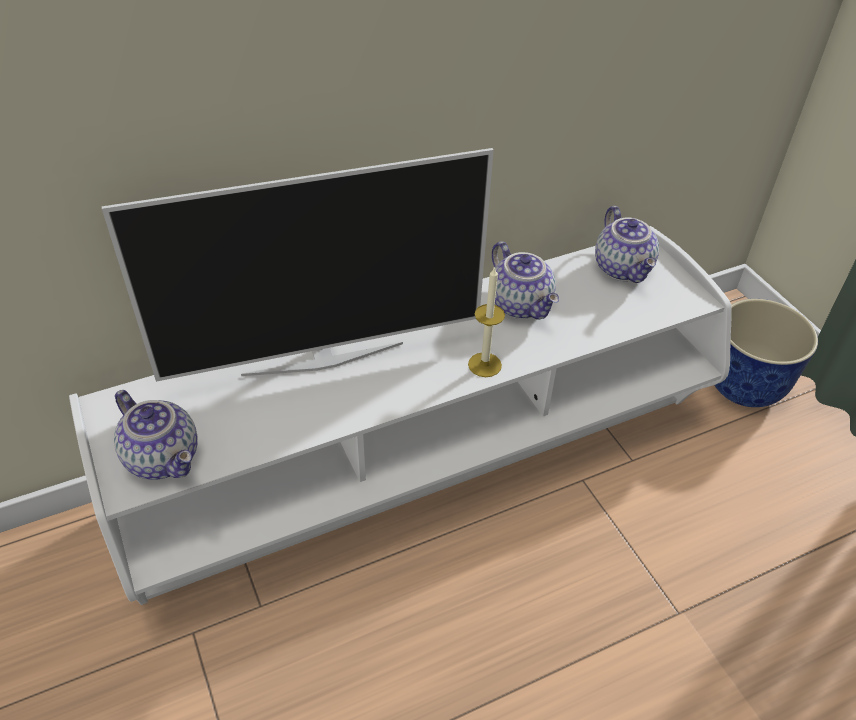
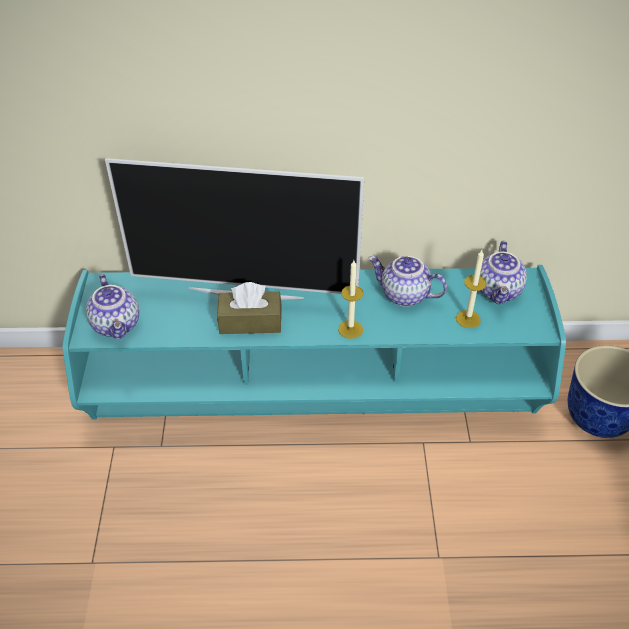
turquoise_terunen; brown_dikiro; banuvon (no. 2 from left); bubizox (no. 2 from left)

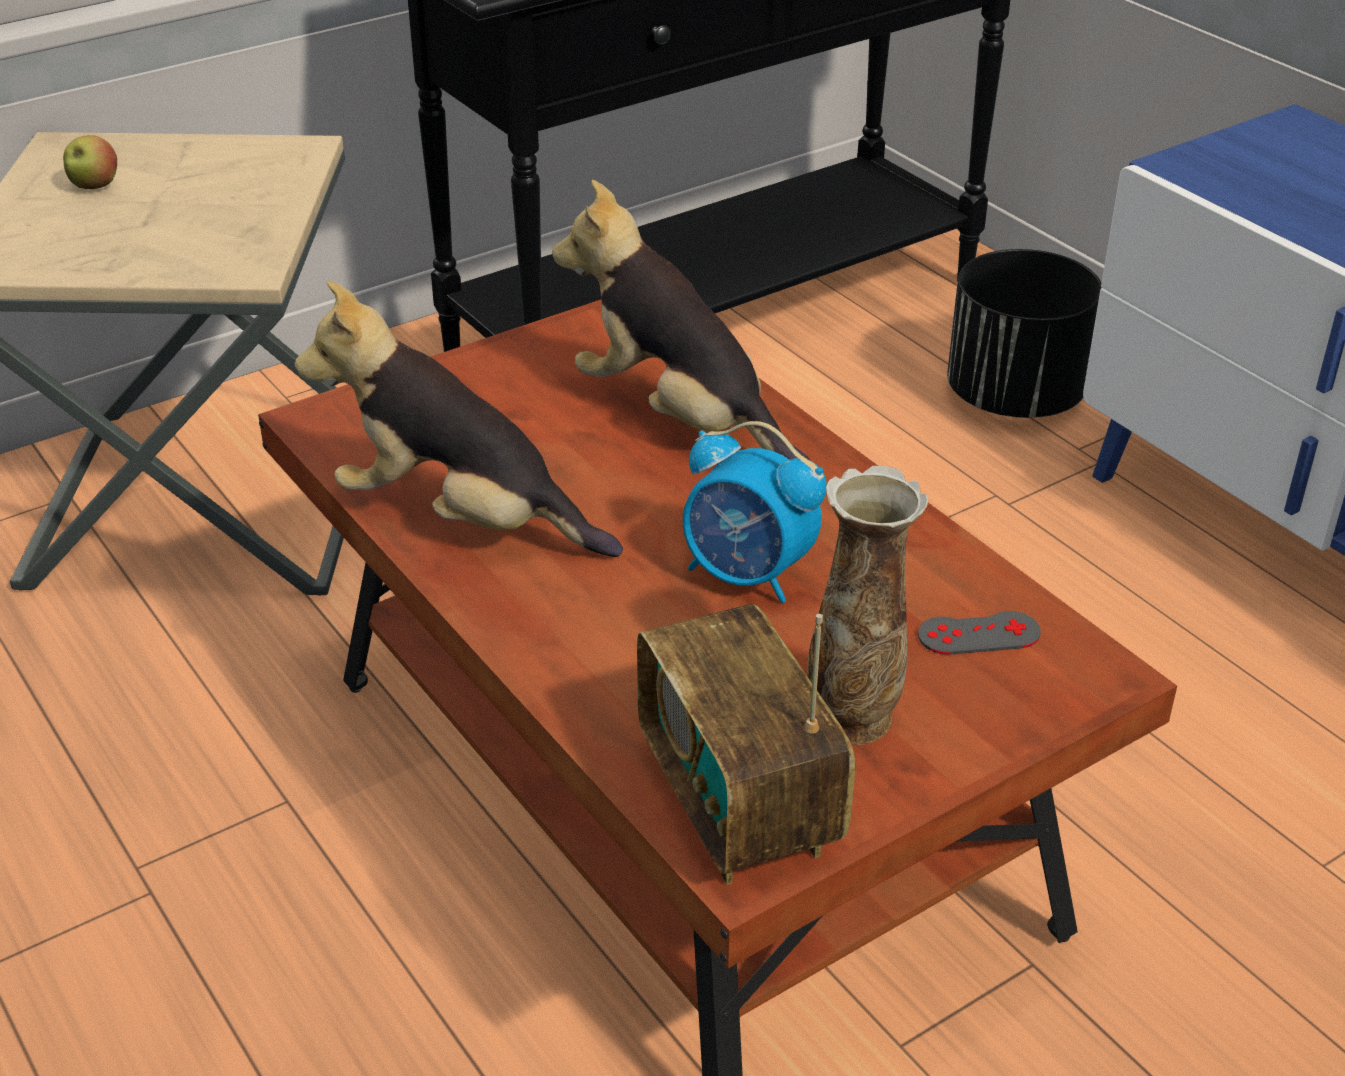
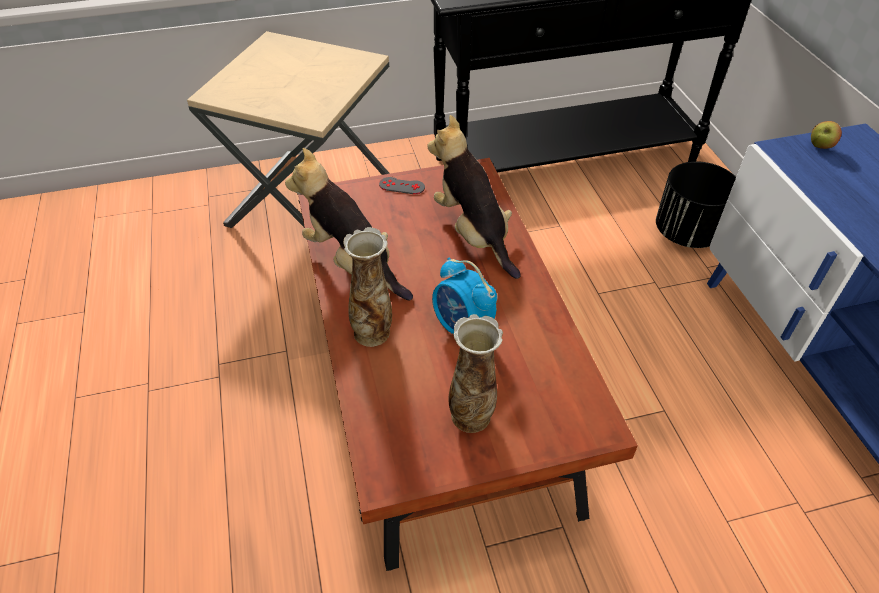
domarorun (no. 1 from left); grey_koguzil; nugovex; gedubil

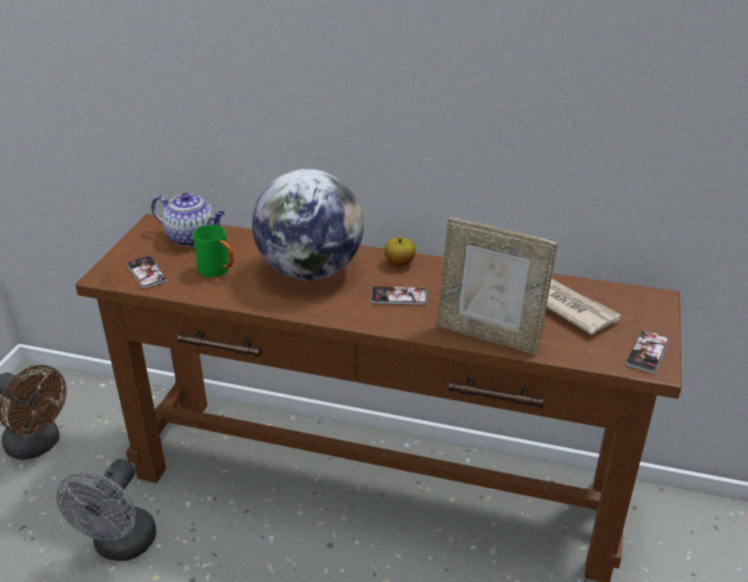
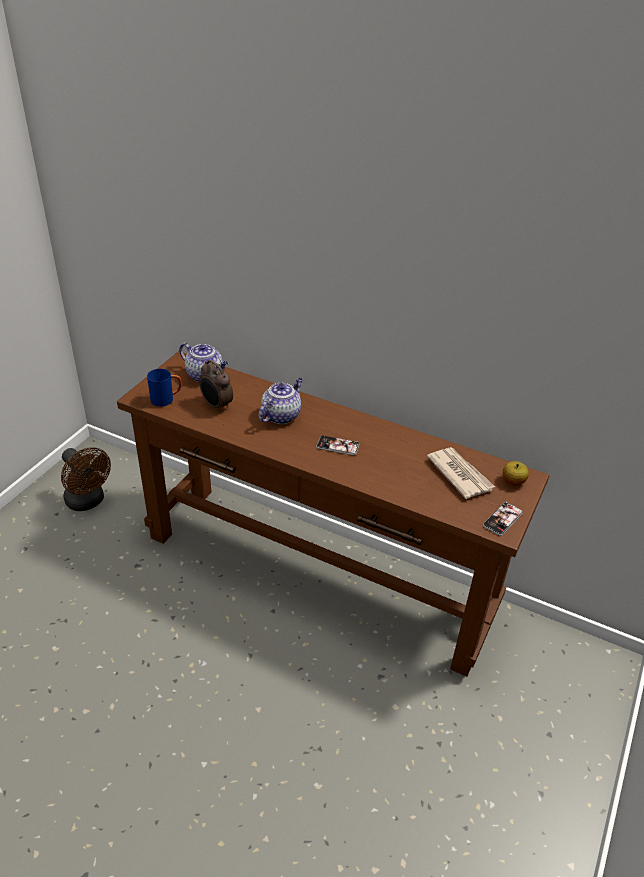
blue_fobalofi; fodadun; banuvon (no. 2 from left); nugovex; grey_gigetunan; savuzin

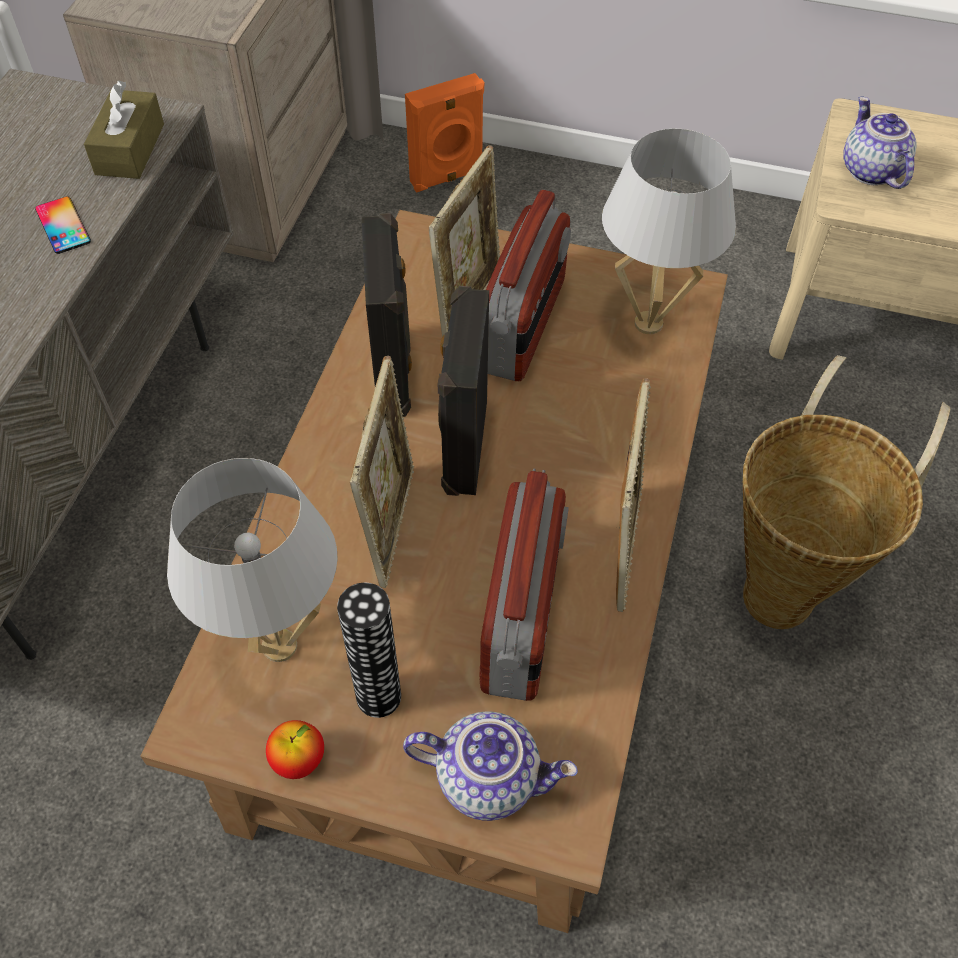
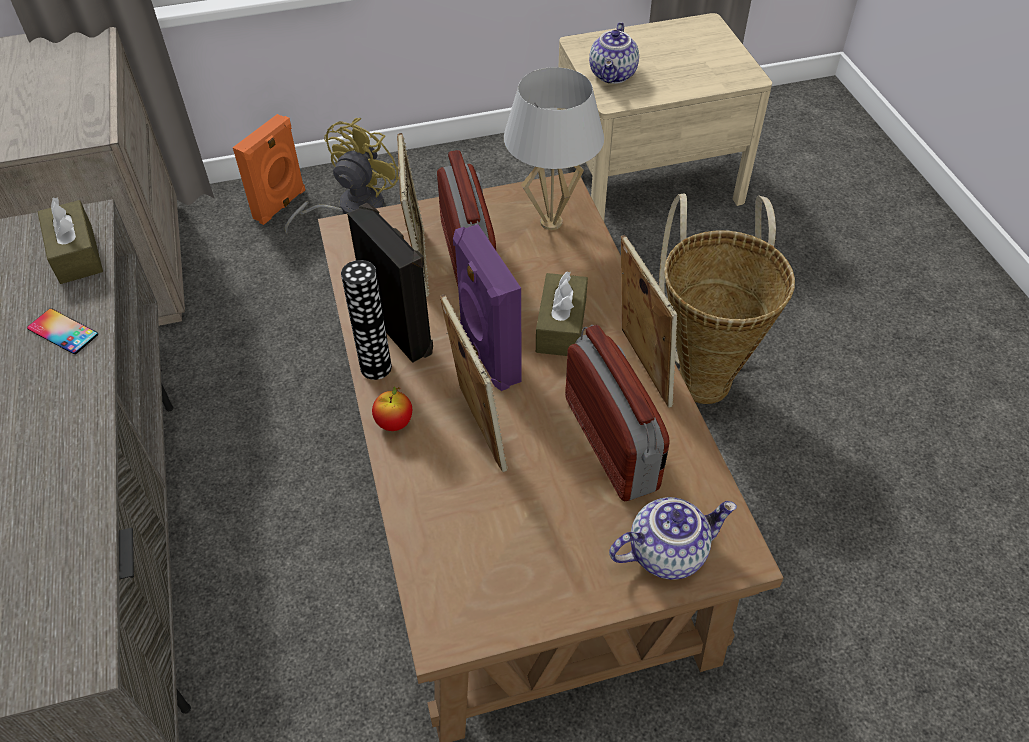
yellow_gigetunan; domarorun; nugovex; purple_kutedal; brown_dikiro (no. 2 from left); banuvon (no. 1 from left); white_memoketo (no. 1 from left in the first image)

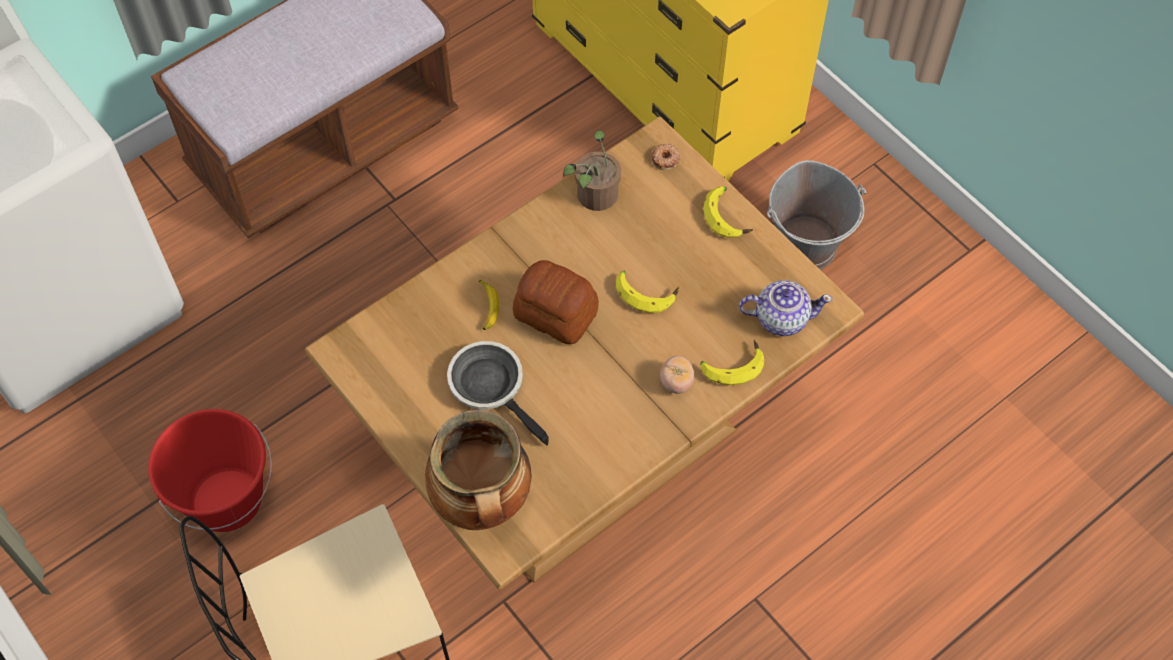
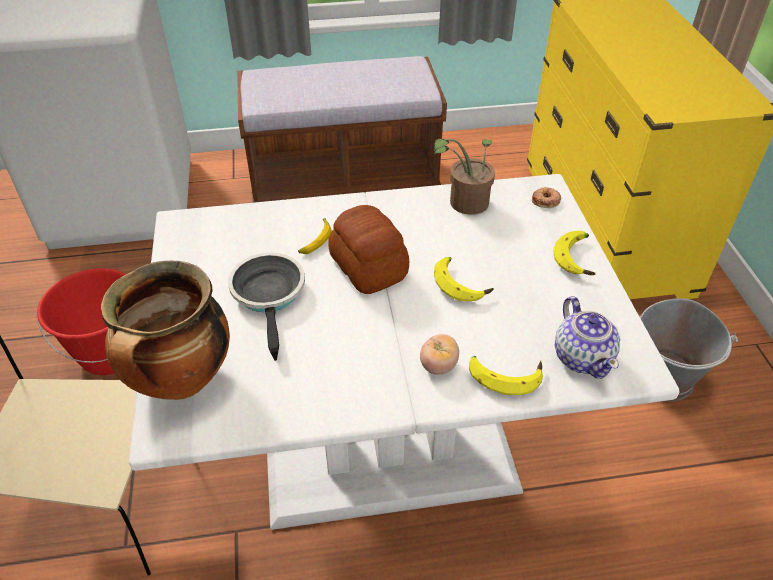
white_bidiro; banuvon

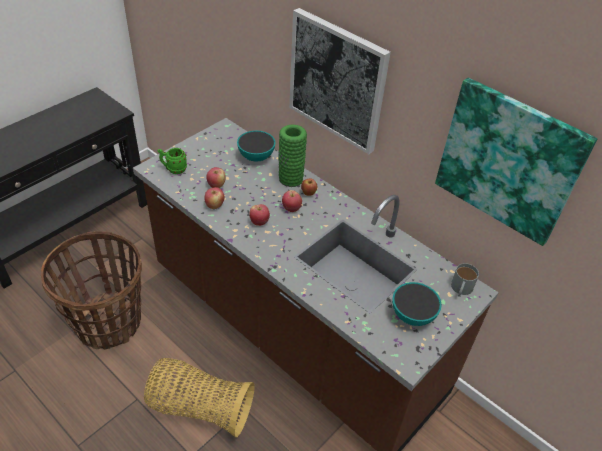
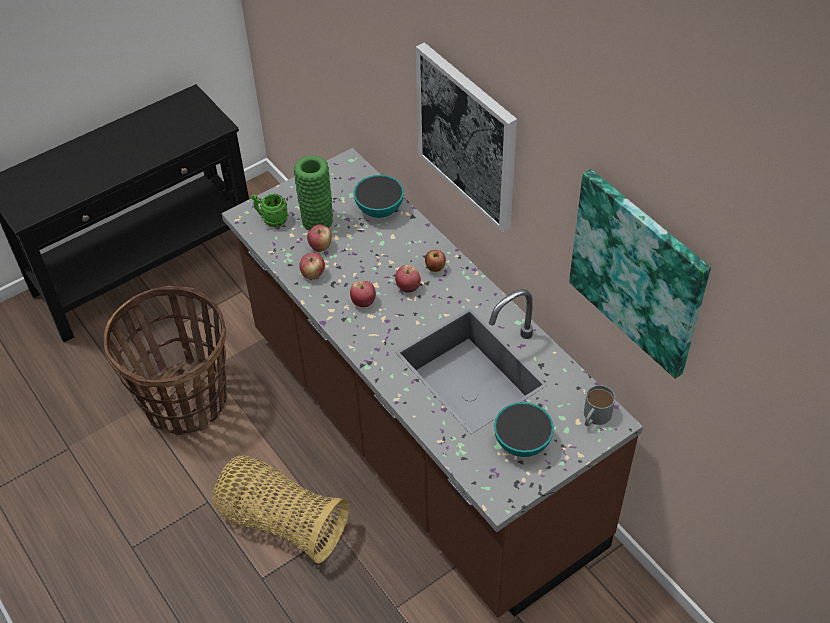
green_domarorun

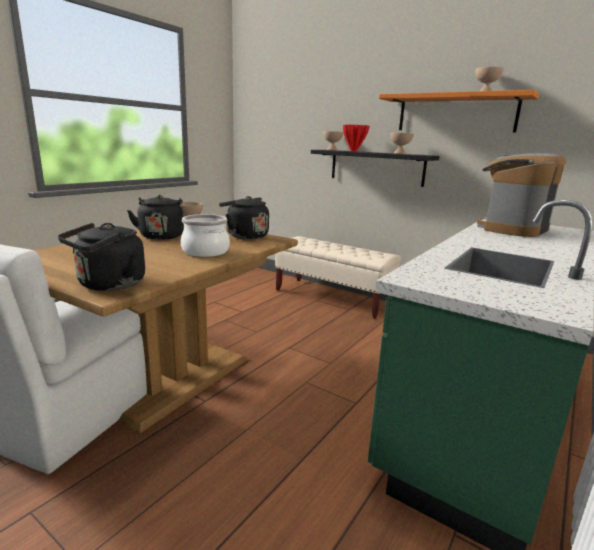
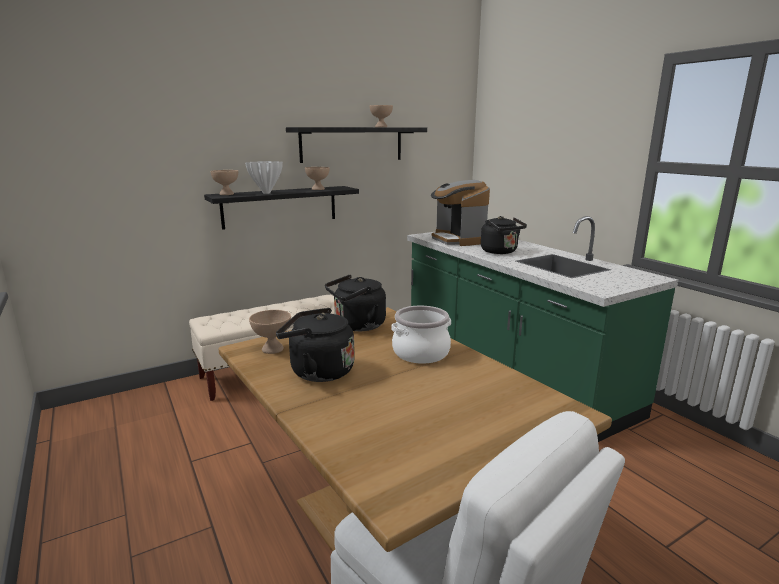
white_domarorun; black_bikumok (no. 2 from left); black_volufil (no. 3 from left)

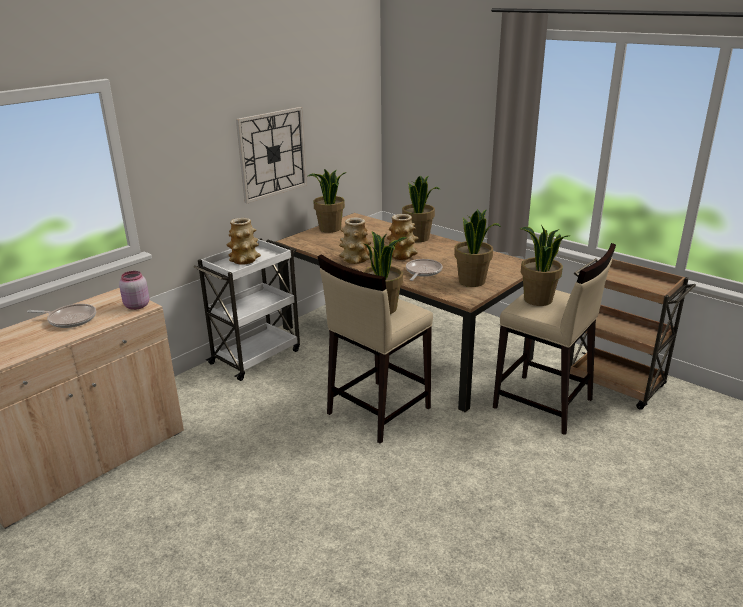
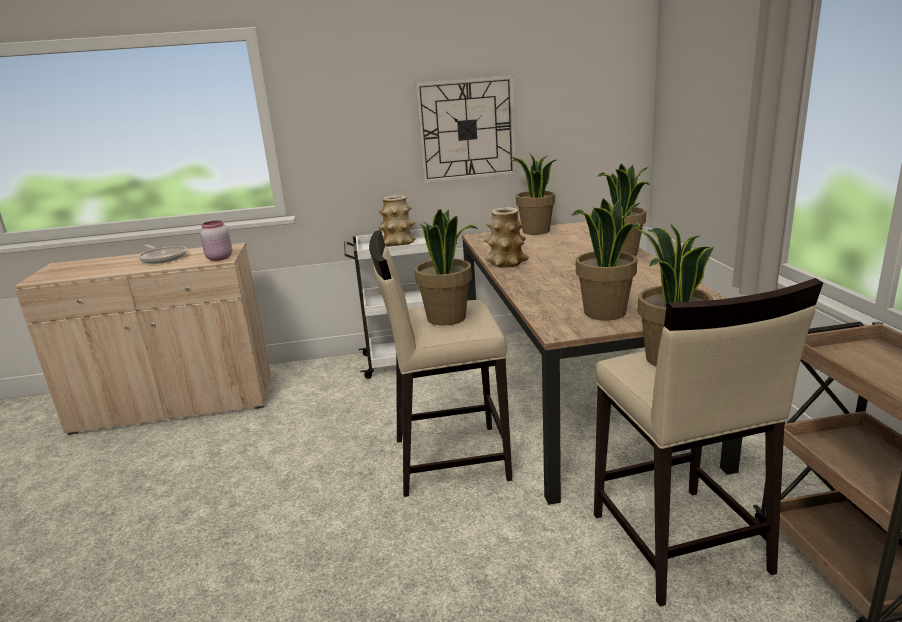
domarorun (no. 3 from left in the first image); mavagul (no. 2 from left in the first image)

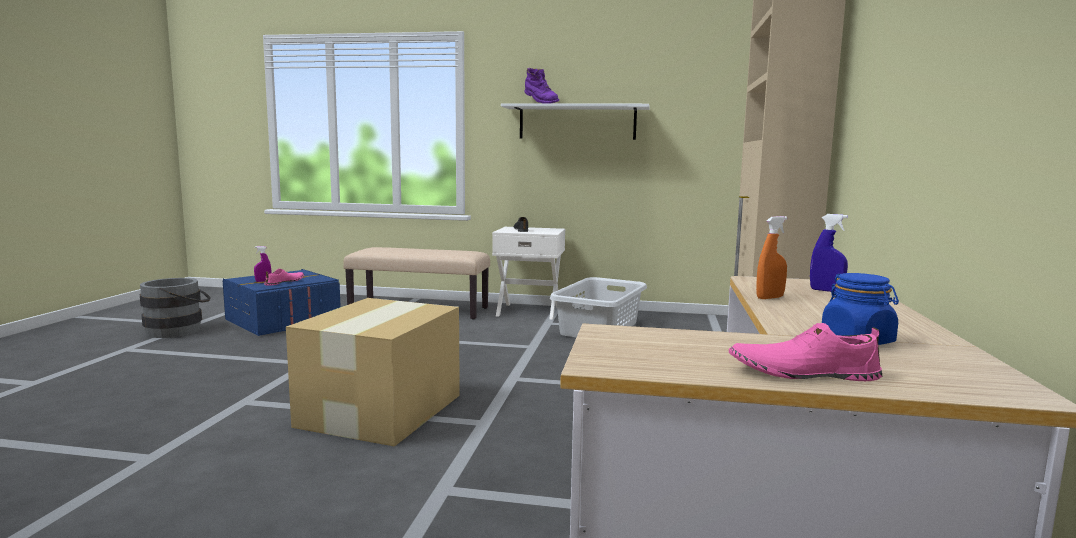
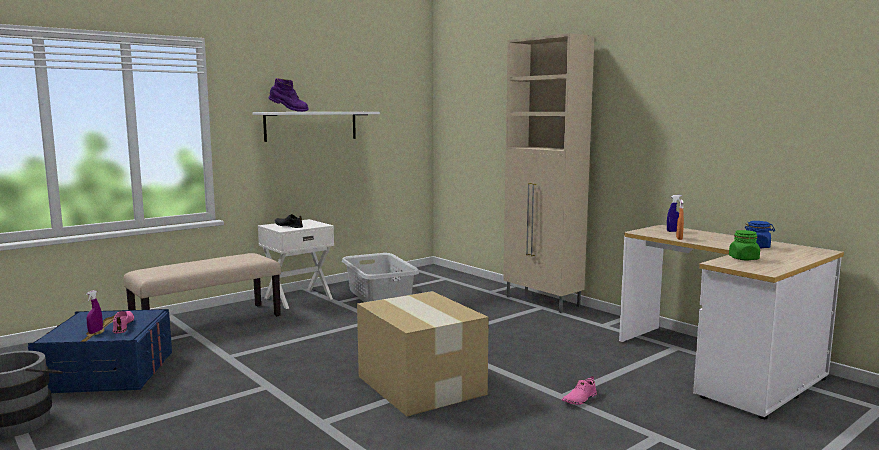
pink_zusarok (no. 2 from left); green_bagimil

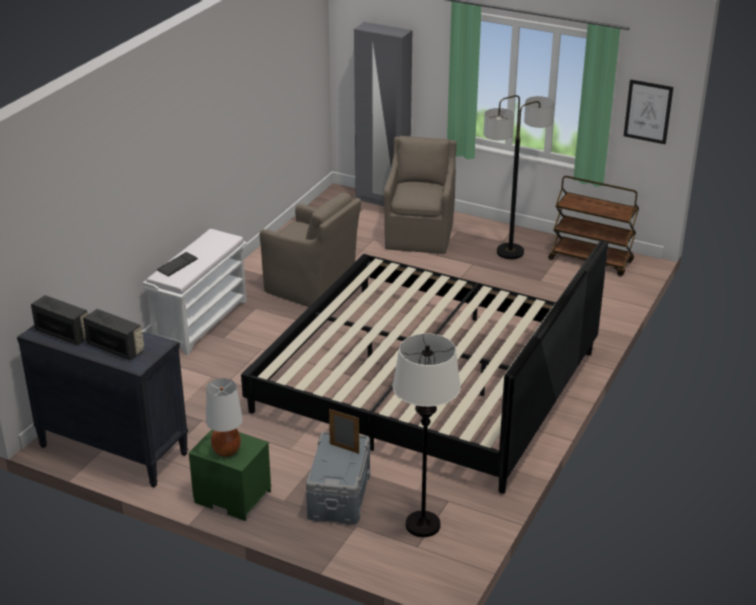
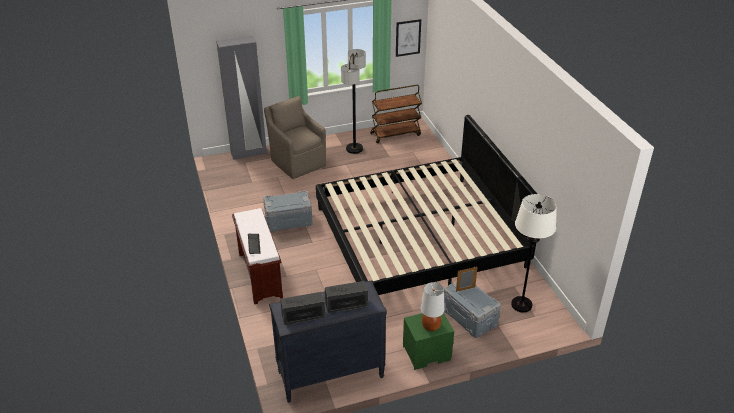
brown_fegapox; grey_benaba (no. 1 from left)

